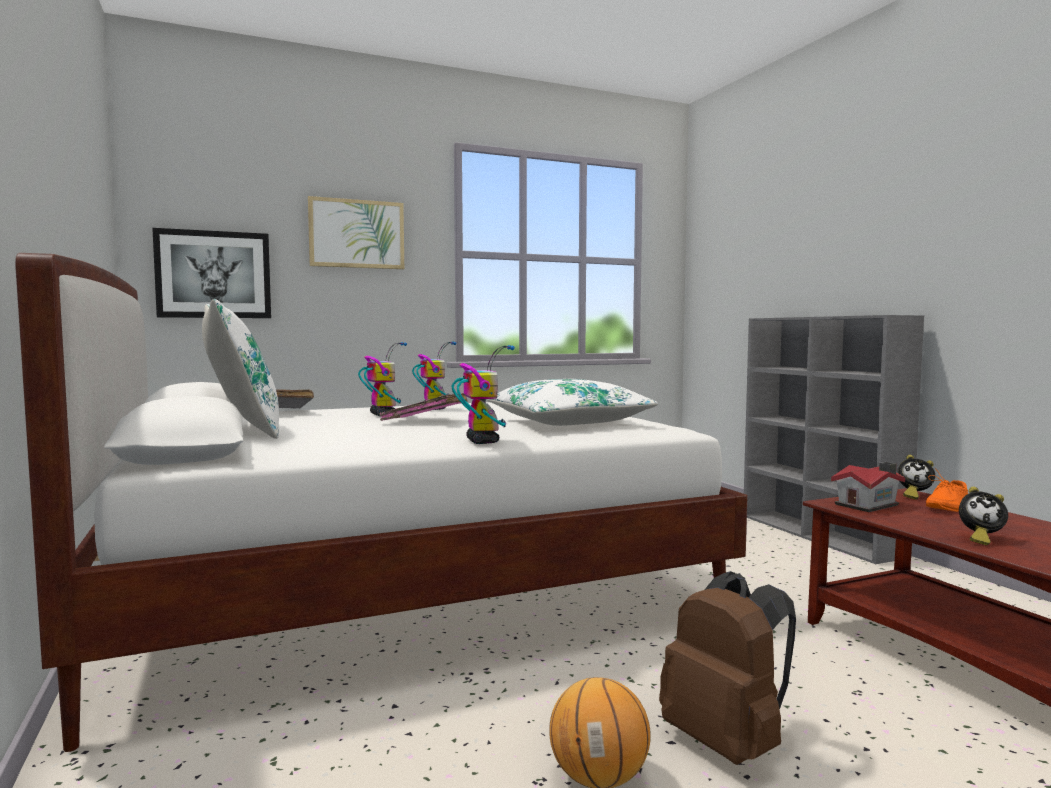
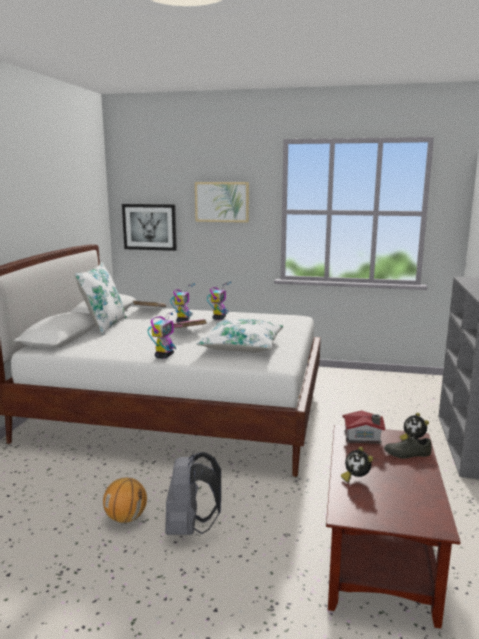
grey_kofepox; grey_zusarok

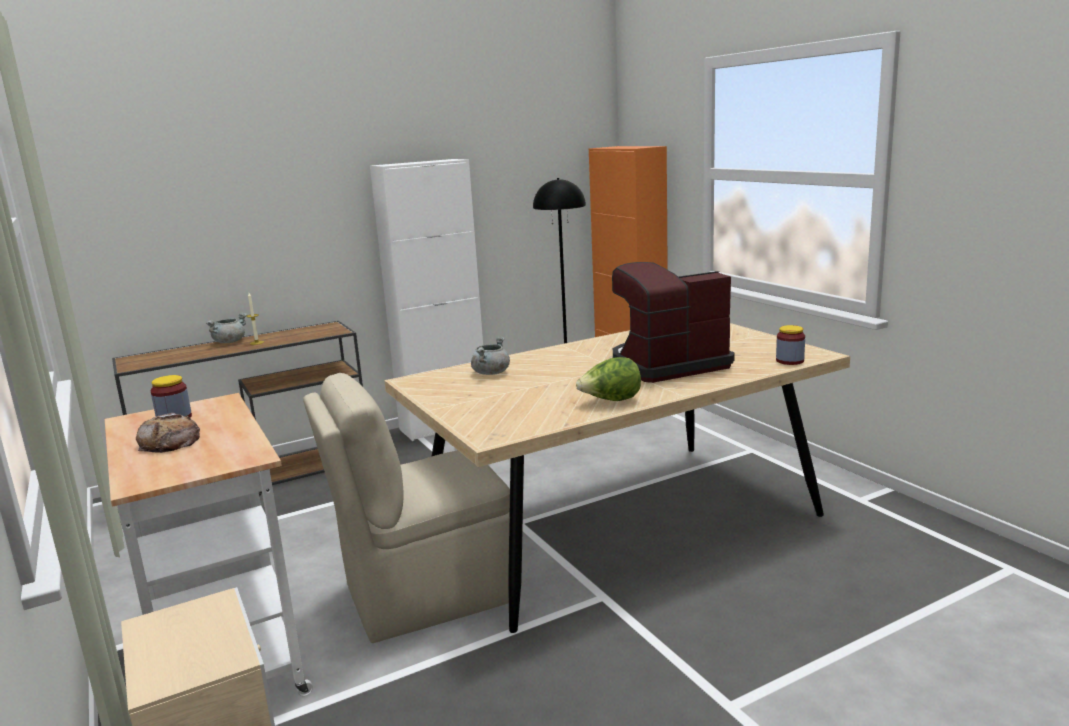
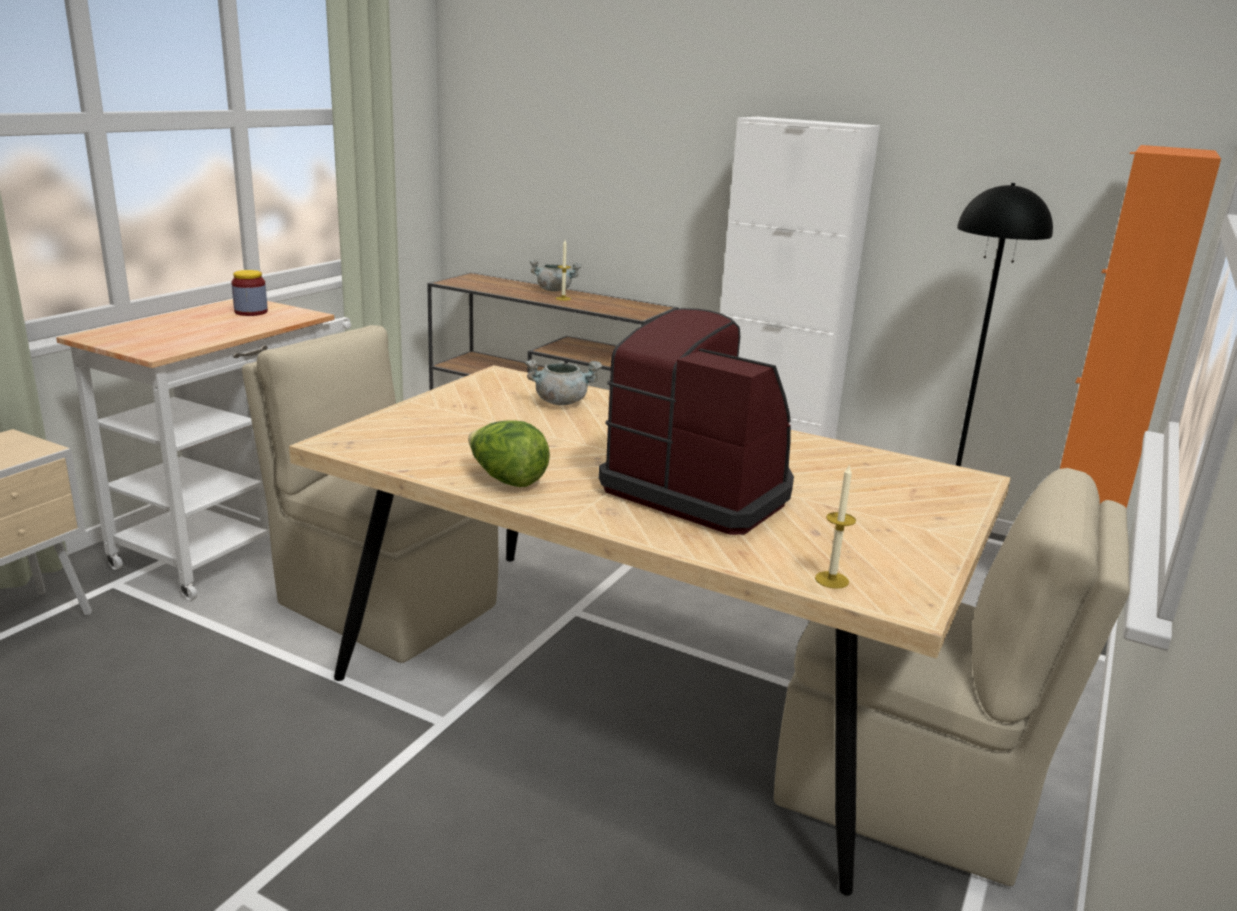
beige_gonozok (no. 2 from left); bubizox (no. 2 from left); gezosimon

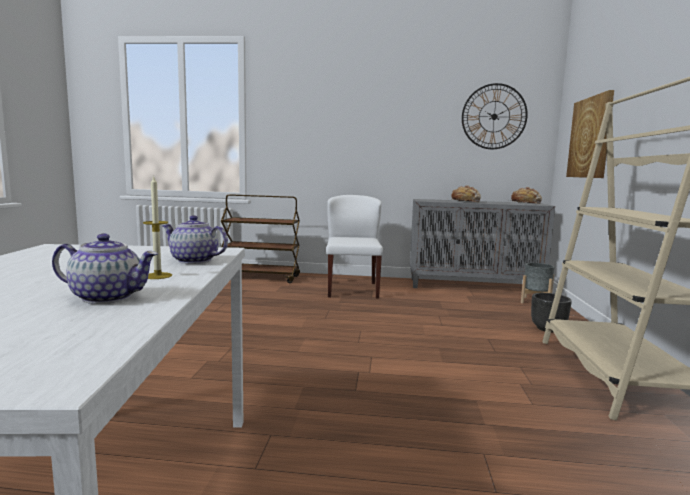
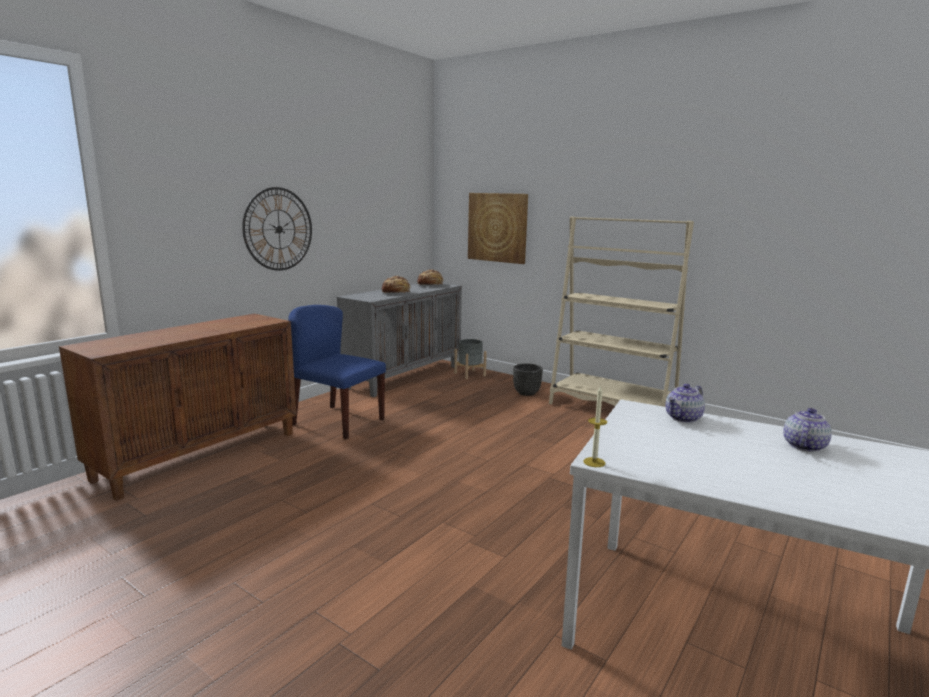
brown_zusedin; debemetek; blue_gonozok; bubizox

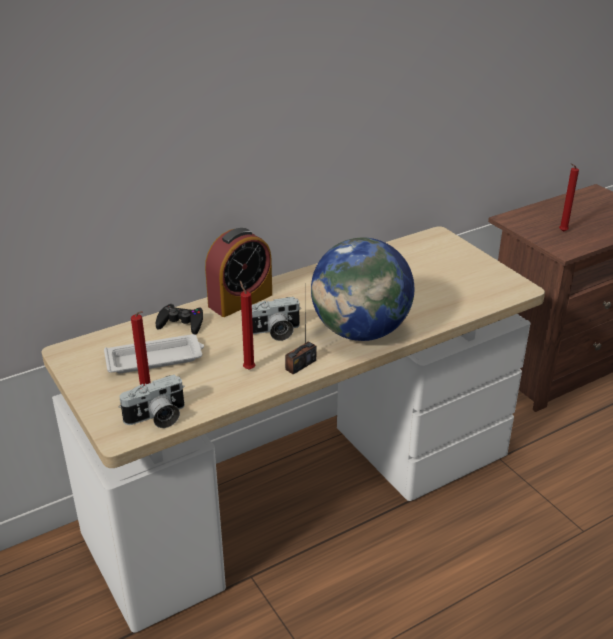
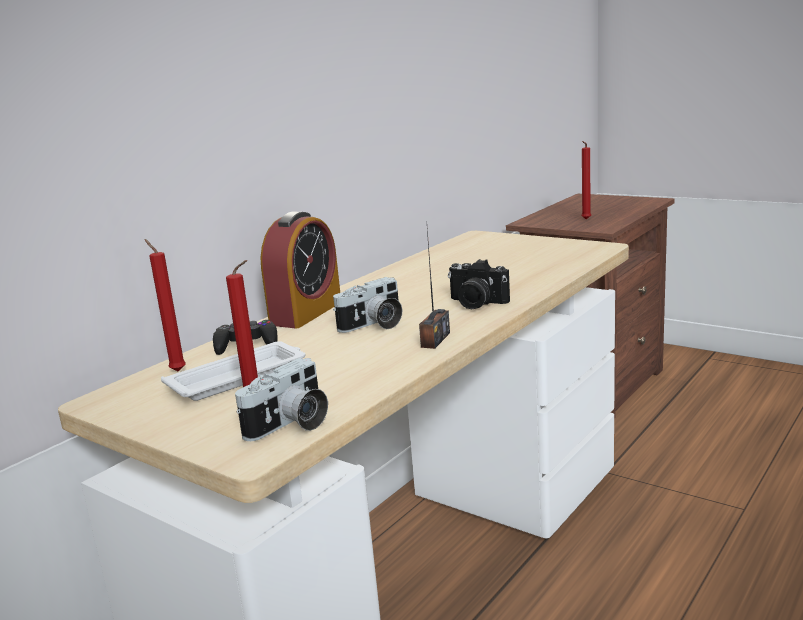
red_bubizox (no. 1 from left); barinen (no. 3 from left)

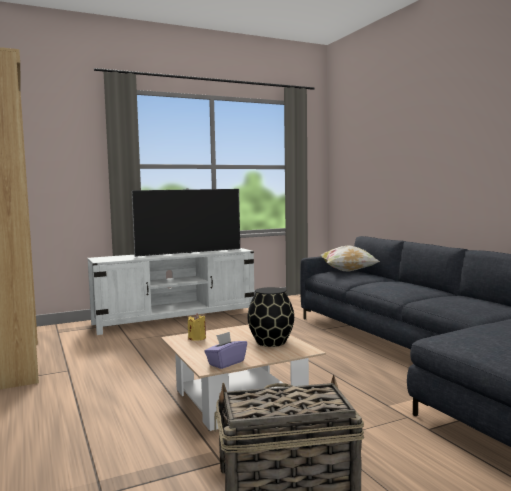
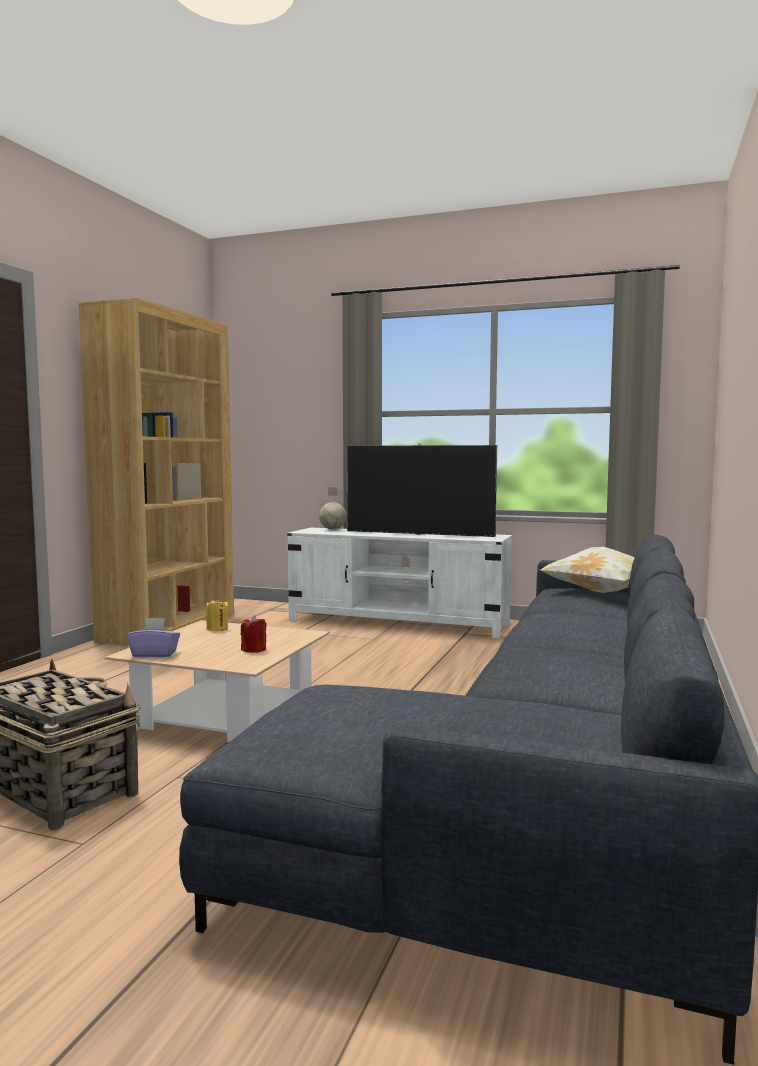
red_bubizox; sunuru

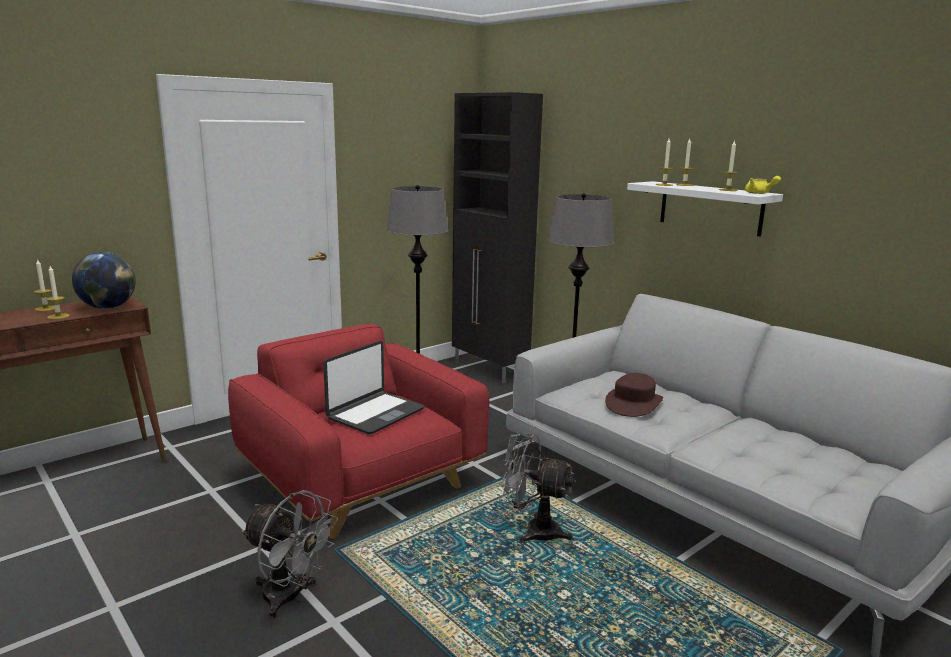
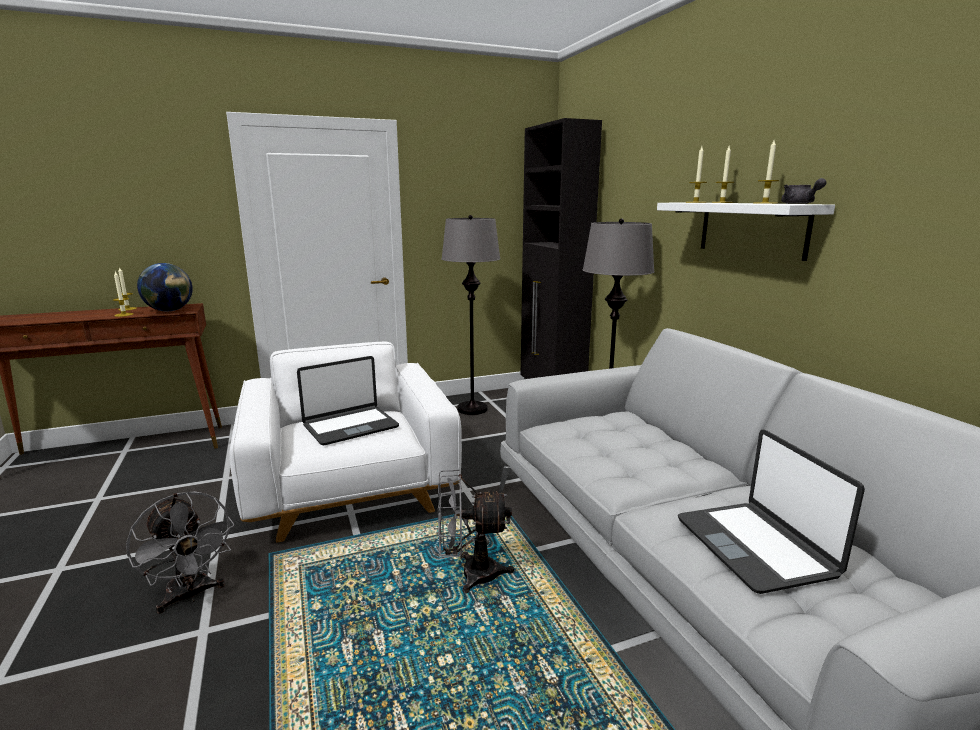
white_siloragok; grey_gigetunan (no. 2 from left); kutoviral (no. 2 from left); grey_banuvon; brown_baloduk

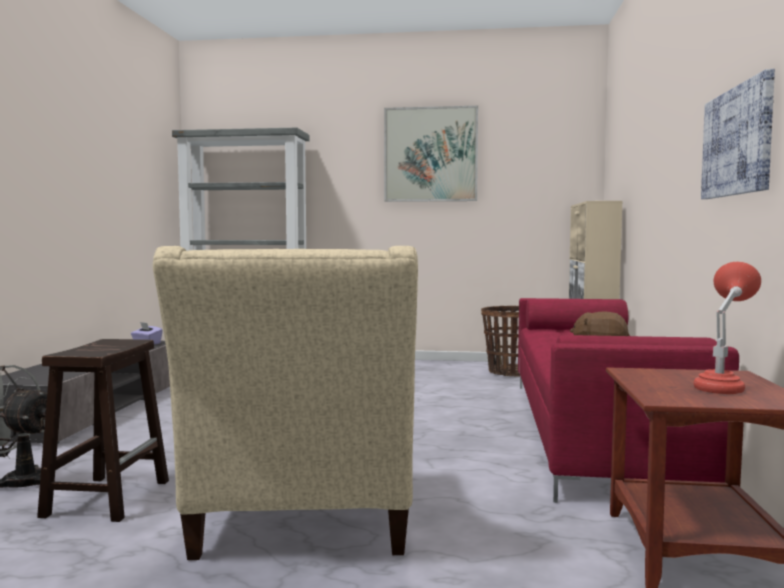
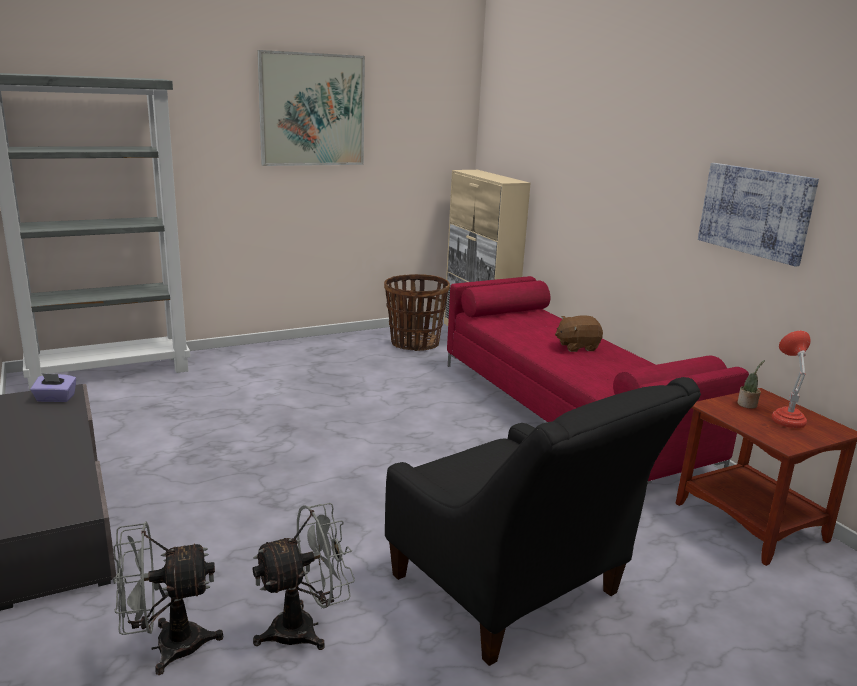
grey_gigetunan (no. 2 from left); black_siloragok; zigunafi

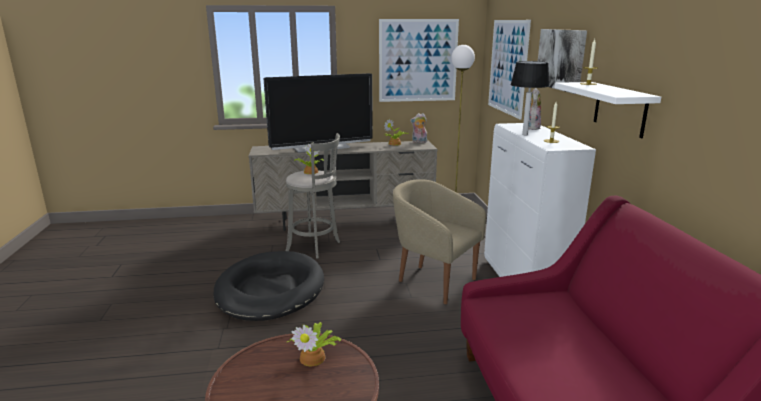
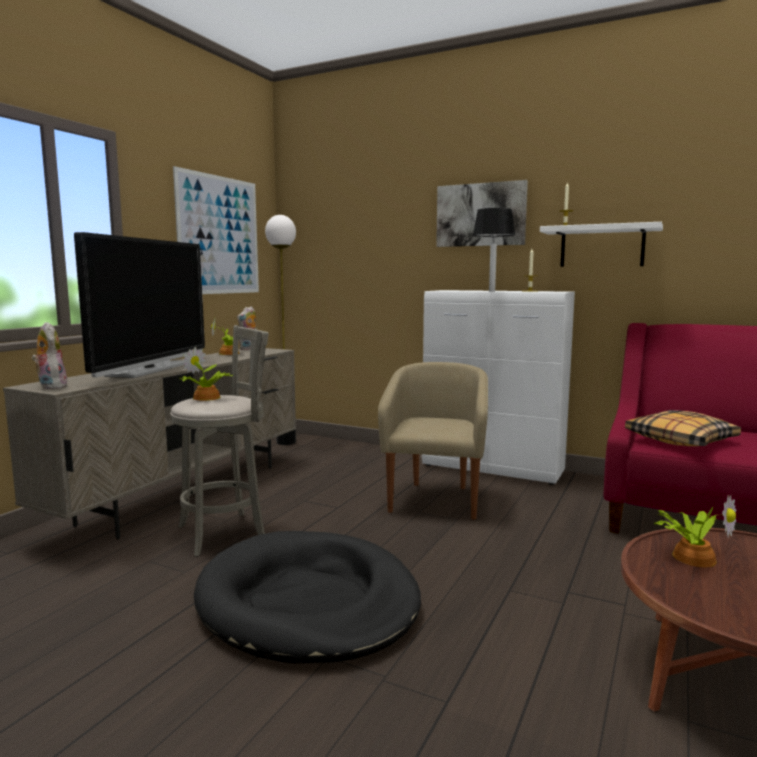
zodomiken (no. 1 from left); beige_siloragok; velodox; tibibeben (no. 2 from left in the first image)

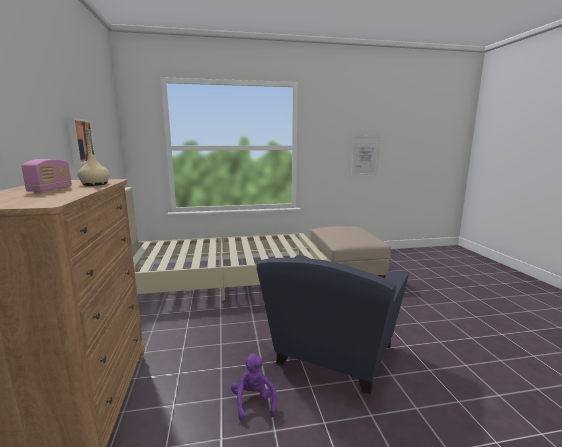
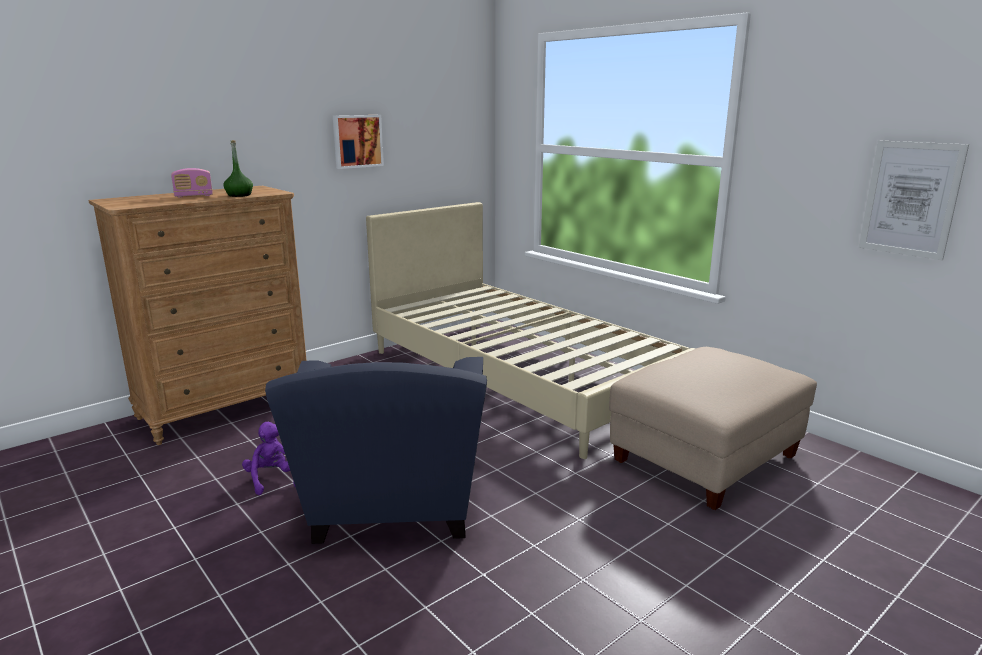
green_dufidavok; purple_zodomiken; blue_siloragok

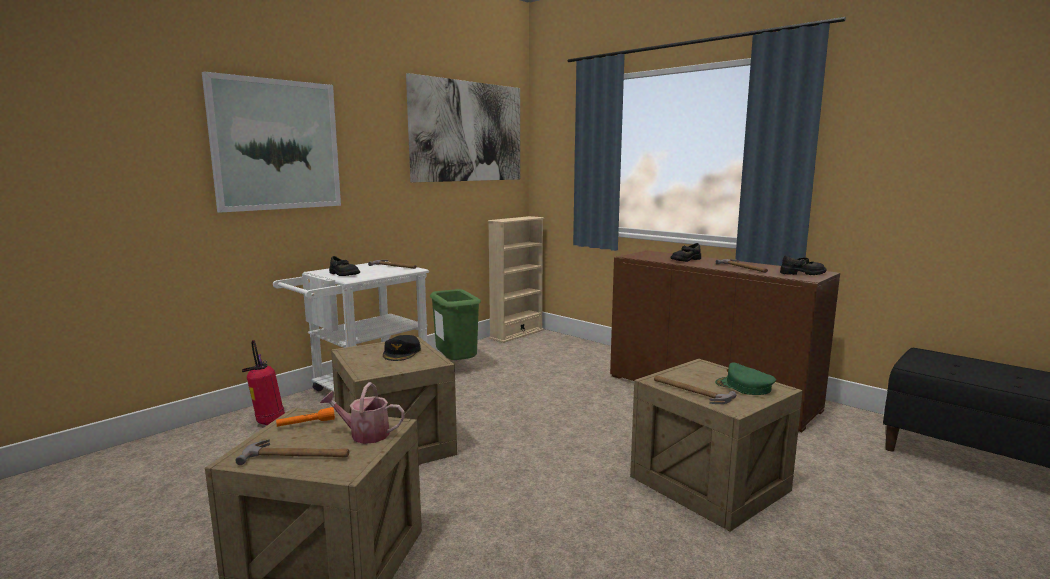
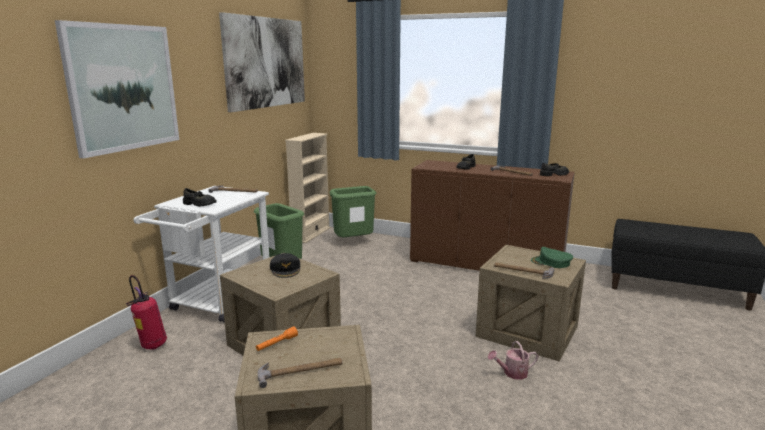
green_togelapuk (no. 2 from left); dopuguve

